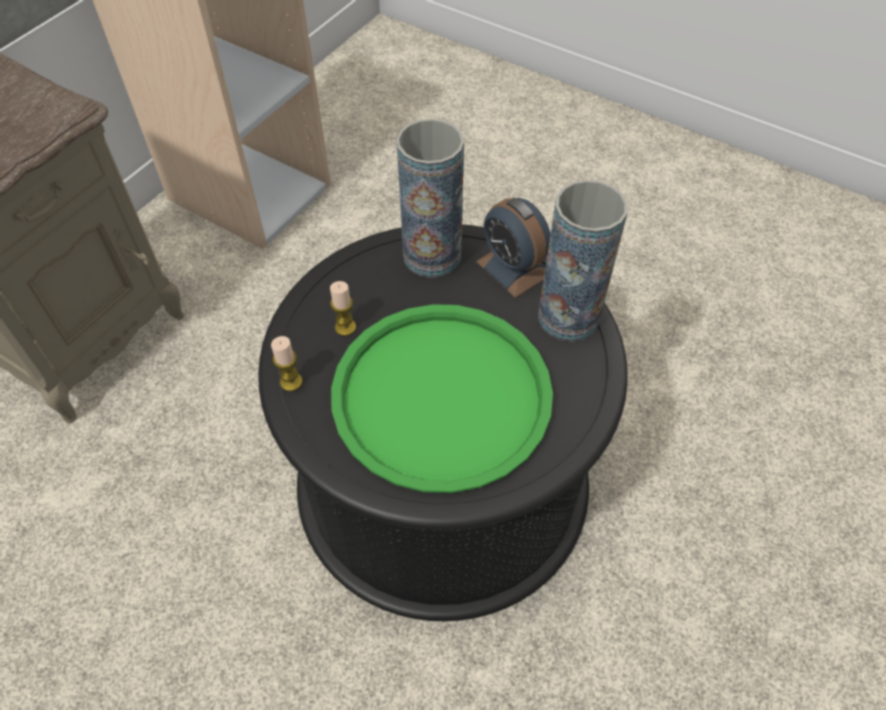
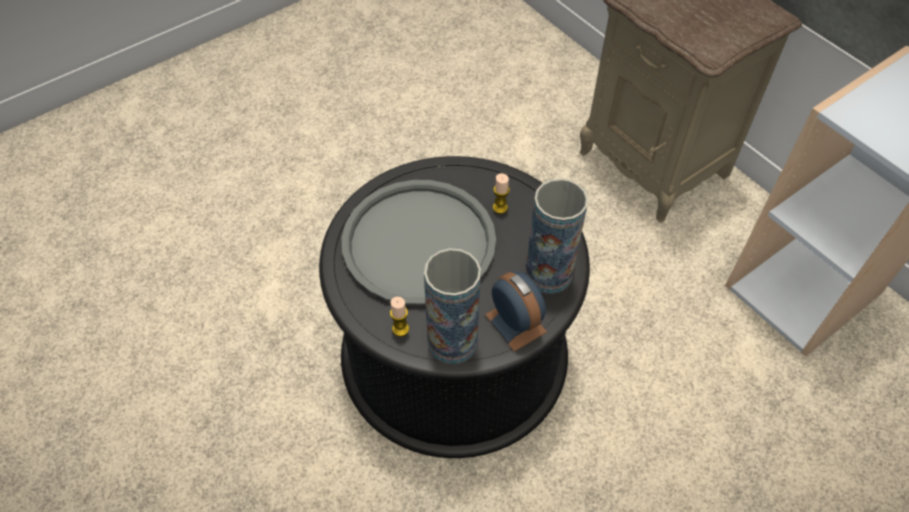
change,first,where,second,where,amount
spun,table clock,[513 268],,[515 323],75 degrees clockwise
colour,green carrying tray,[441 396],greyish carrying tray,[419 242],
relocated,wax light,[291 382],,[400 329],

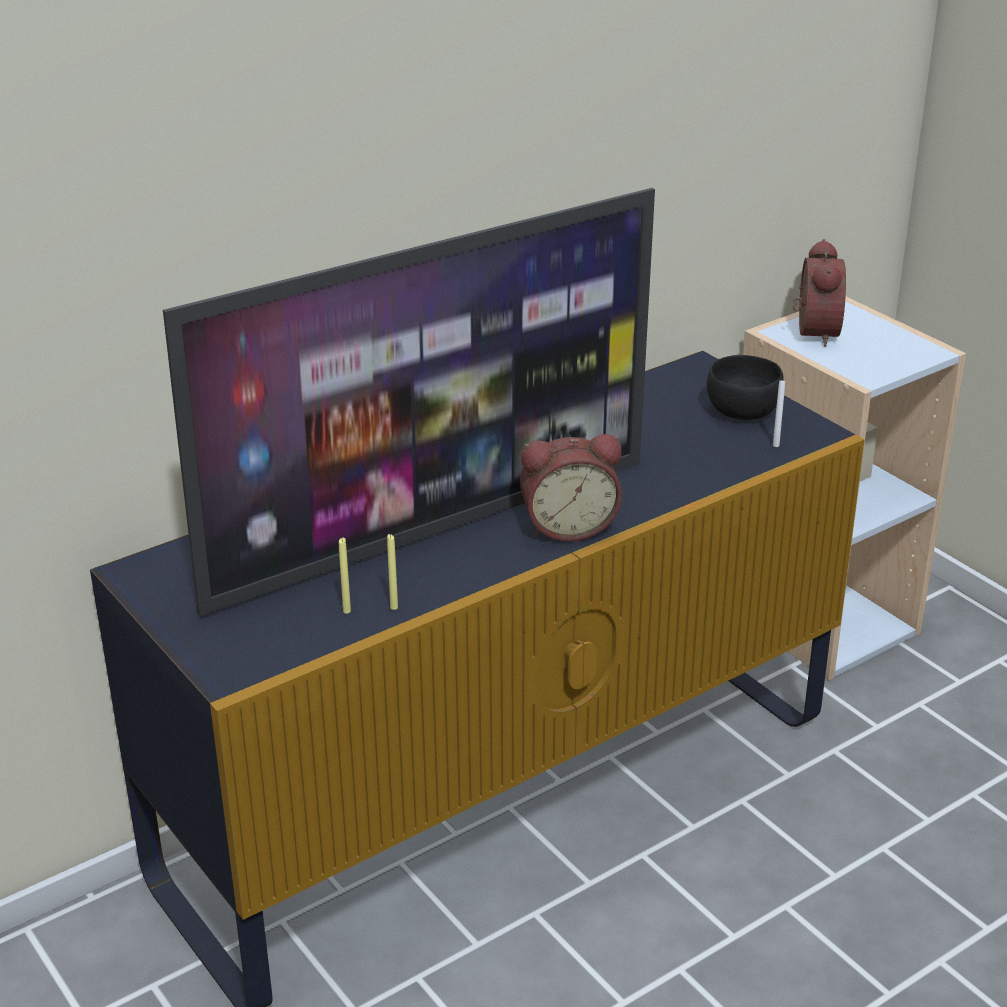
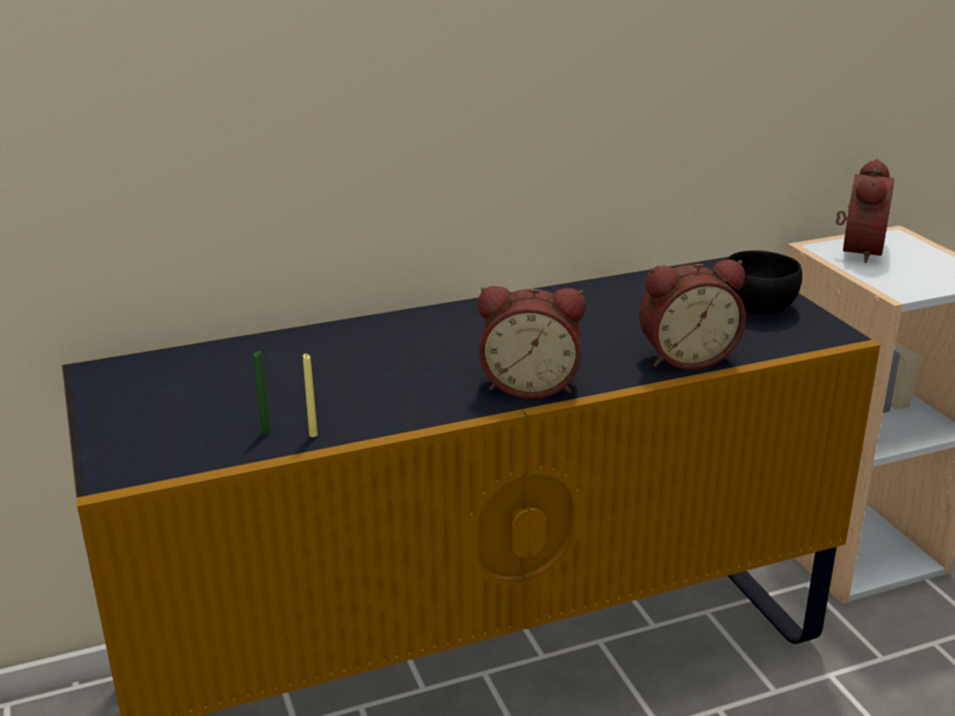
change,first,where,second,where,amount
missing,TV,[431 530],,,
missing,whitish wax light,[776 445],,,
colour,yellow-coloured wax light,[346 611],green wax light,[265 432],
appeared,,,table clock,[685 357],

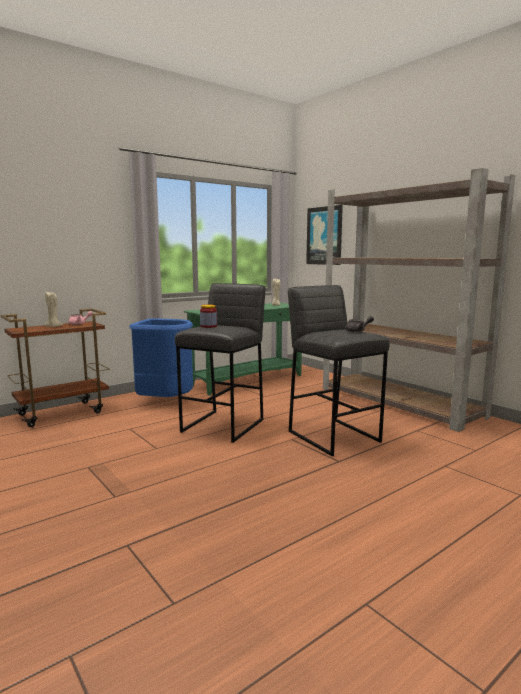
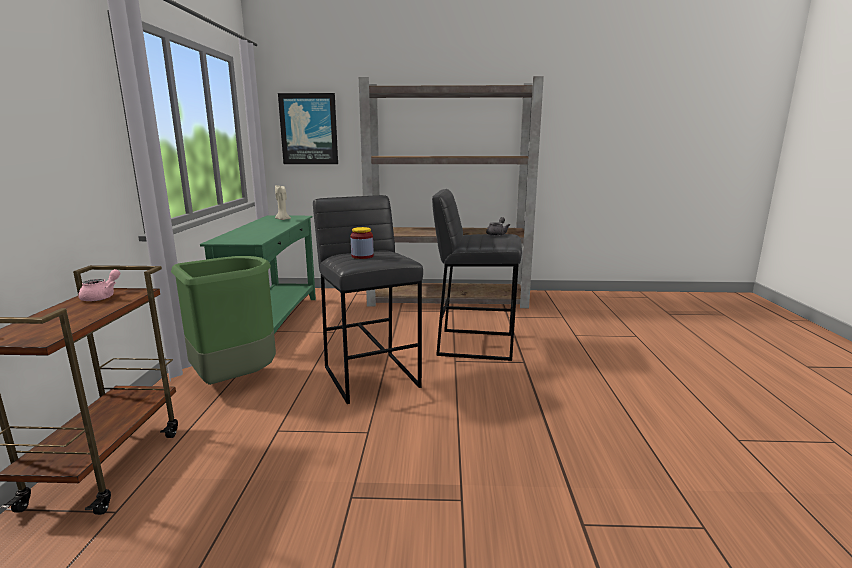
change,first,where,second,where,amount
missing,beige-coloured wax light,[53 326],,,
colour,blue-coloured waste bin,[165 401],green waste bin,[234 380],

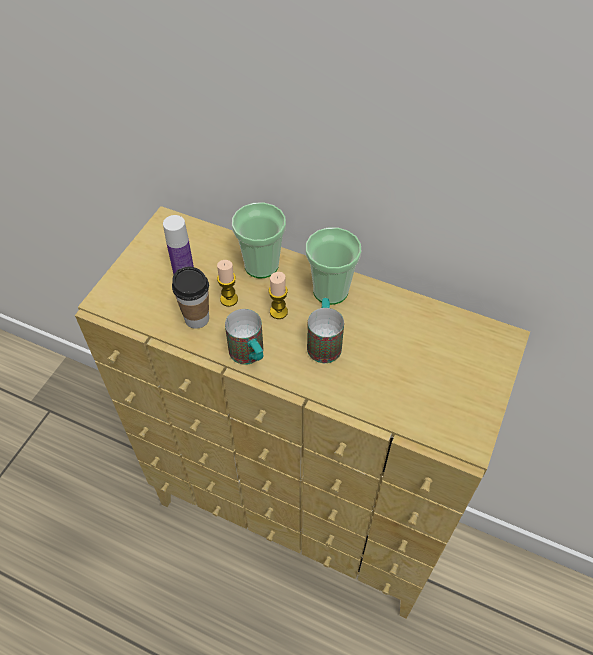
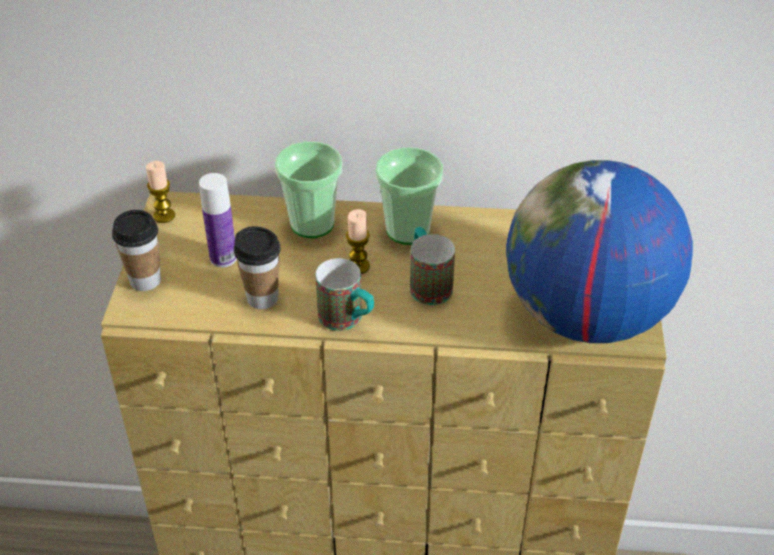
change,first,where,second,where,amount
relocated,wax light,[229 299],,[164 216],
appeared,,,world globe,[585 316],
appeared,,,drinking cup,[145 280],

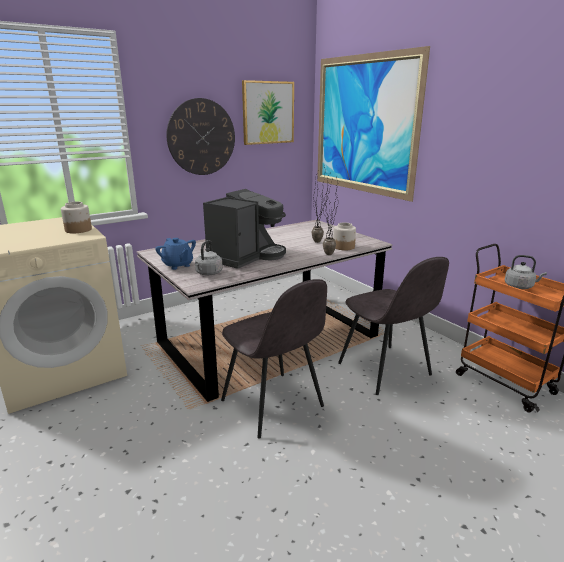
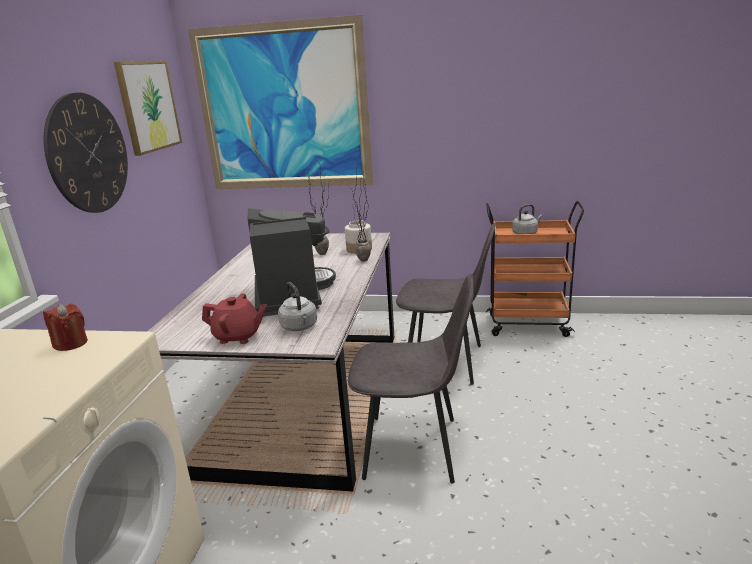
change,first,where,second,where,amount
exchanged,preserve jar,[78 230],reddish wax light,[71 344],
colour,blue-coloured pot for tea,[177 265],reddish pot for tea,[238 337],

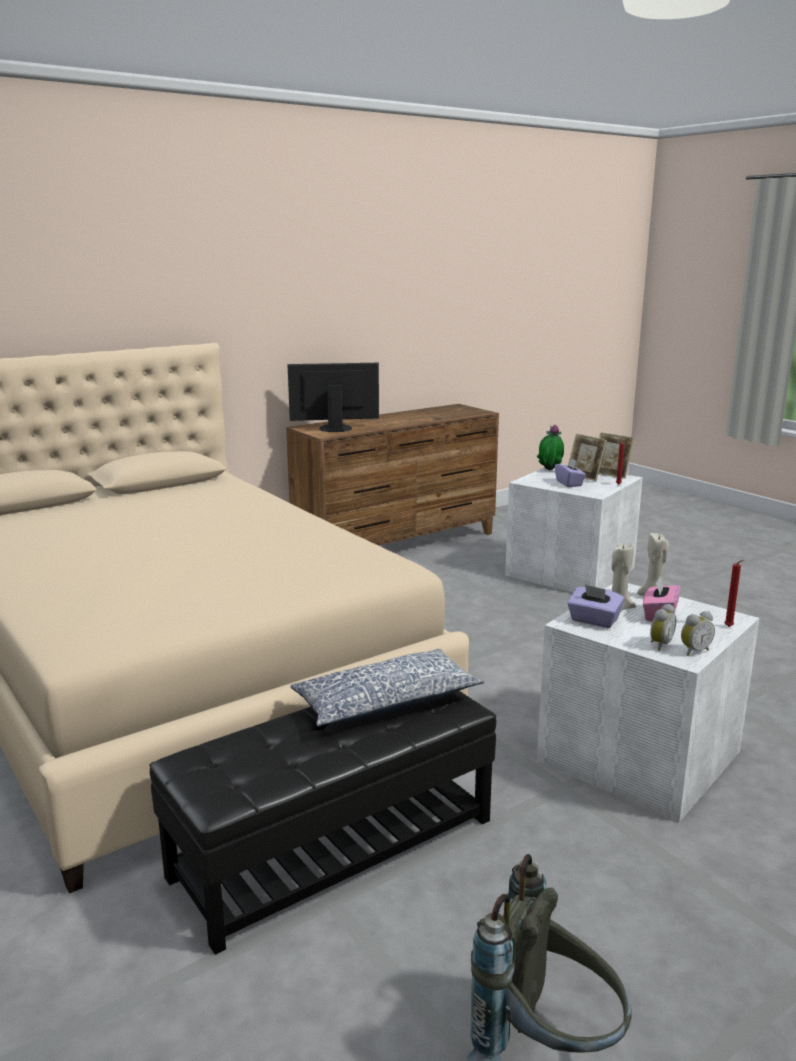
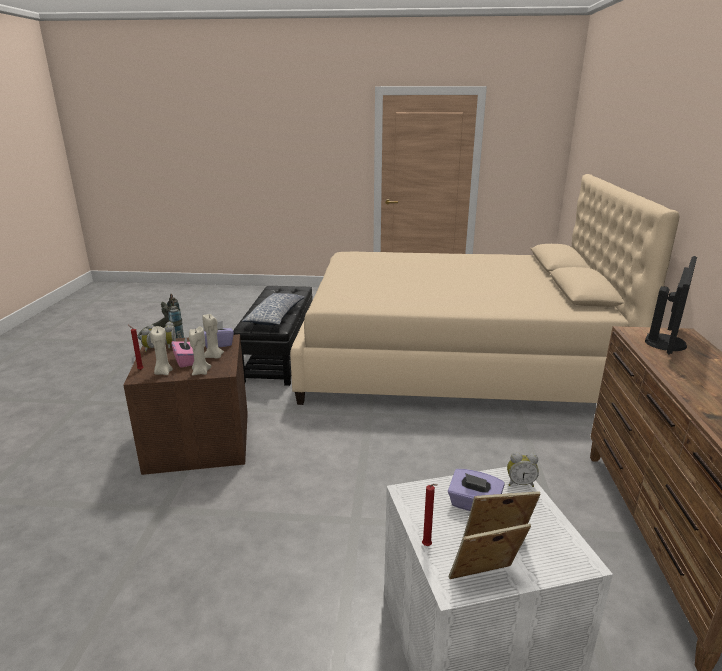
change,first,where,second,where,amount
missing,plant in a pot,[549 470],,,
colour,whitish storage container,[642 755],brownish storage container,[197 441],
appeared,,,beige-coloured wax light,[163 372],
appeared,,,table clock,[520 483],

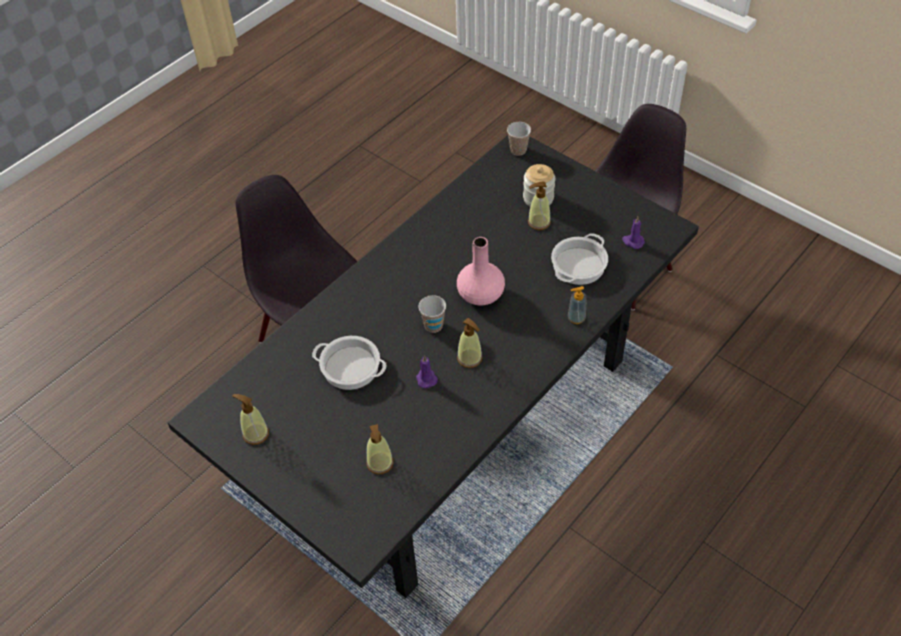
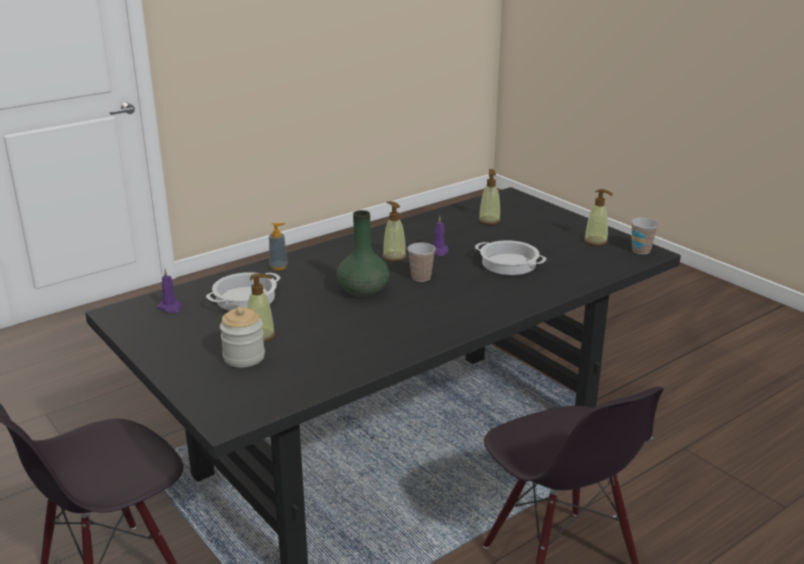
change,first,where,second,where,amount
relocated,drinking cup,[518 150],,[641 250],
colour,pink-coloured flower vase,[481 295],green flower vase,[362 291],

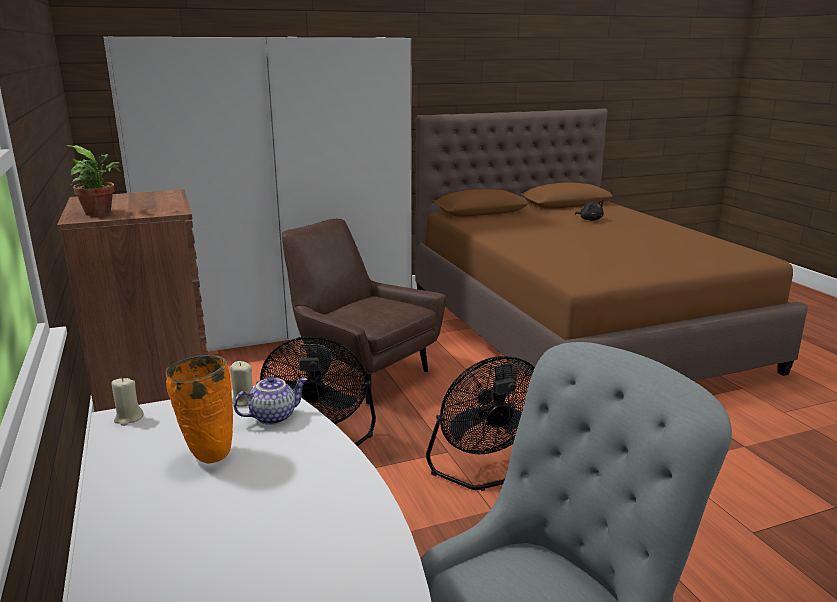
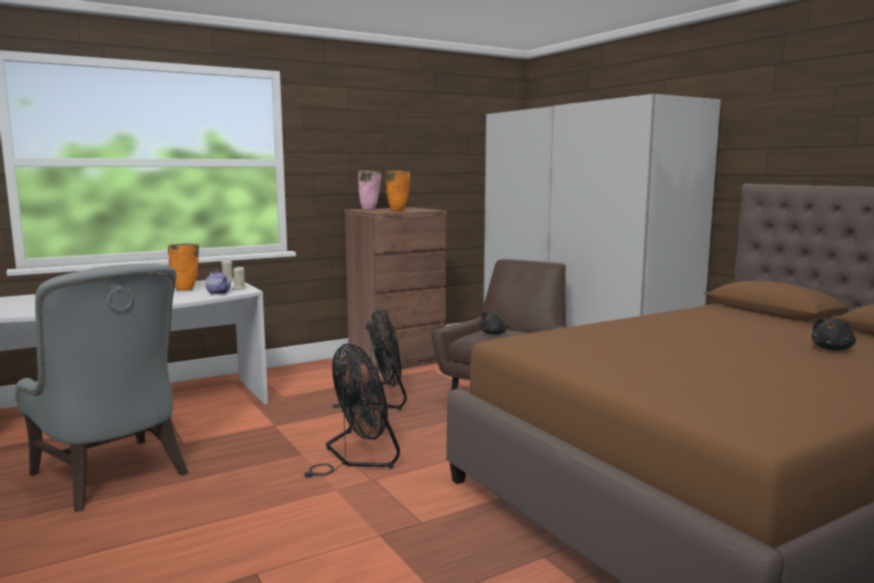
change,first,where,second,where,amount
exchanged,plant in a pot,[101 213],pink-coloured flower vase,[369 209],
appeared,,,orangey flower vase,[397 211],
appeared,,,black soft toy,[494 334],

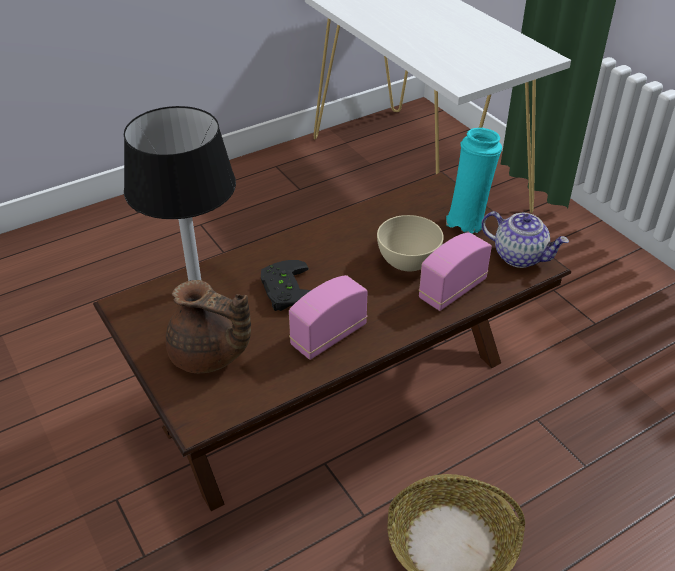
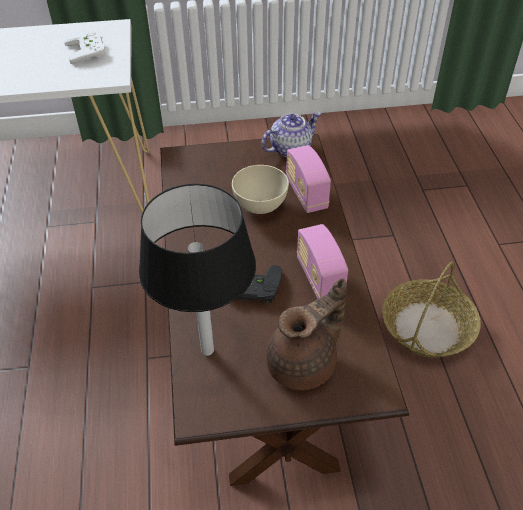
change,first,where,second,where,amount
missing,blue-green flower vase,[467 221],,,
appeared,,,whitish gamepad,[89 51],

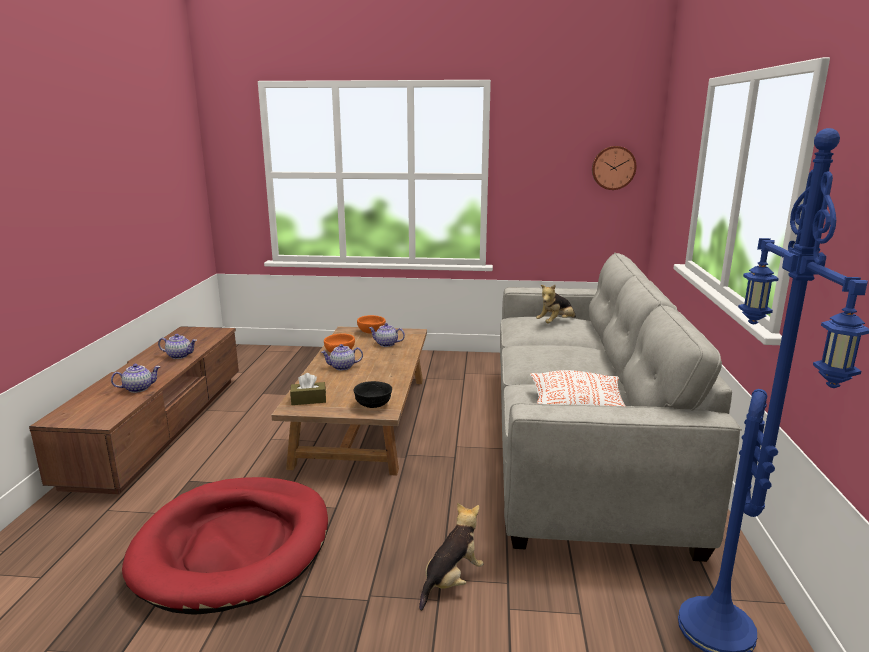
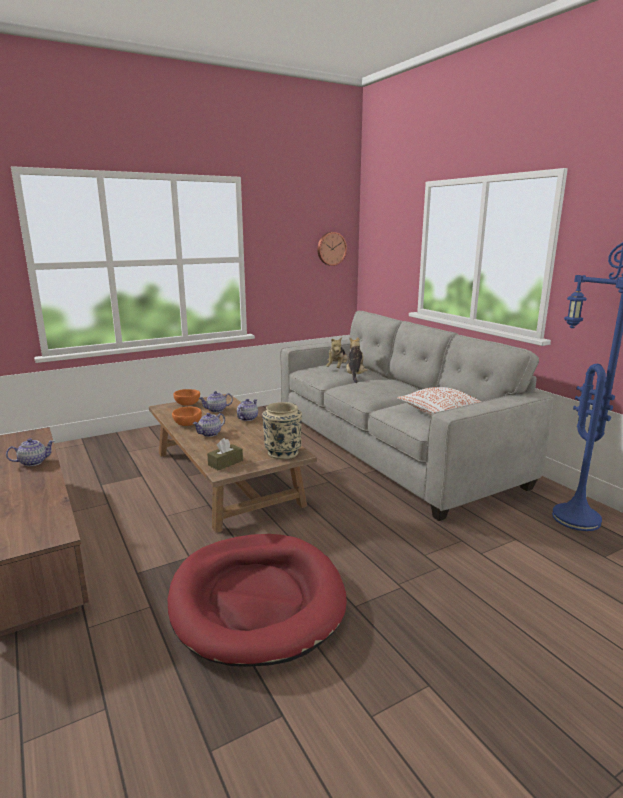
change,first,where,second,where,amount
relocated,pot for tea,[138 388],,[247 418],
exchanged,black bowl,[372 405],beige-coloured flower vase,[282 452],
relocated,soft toy,[451 581],,[355 376],

